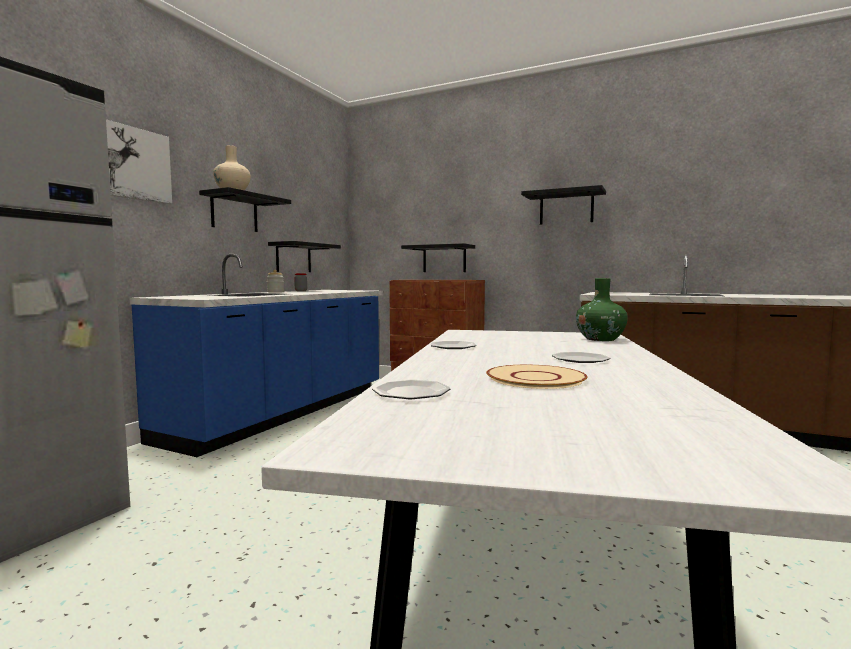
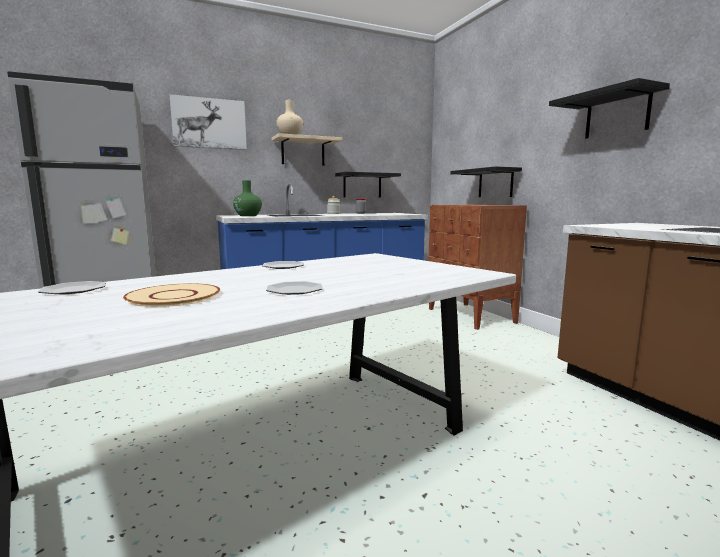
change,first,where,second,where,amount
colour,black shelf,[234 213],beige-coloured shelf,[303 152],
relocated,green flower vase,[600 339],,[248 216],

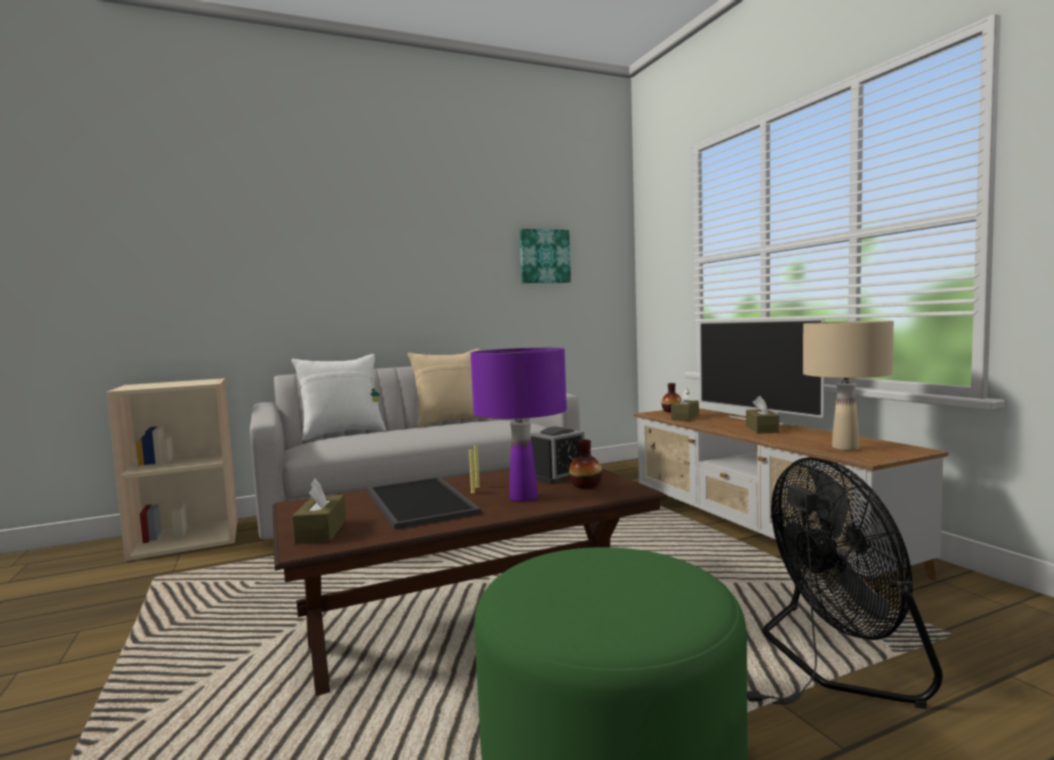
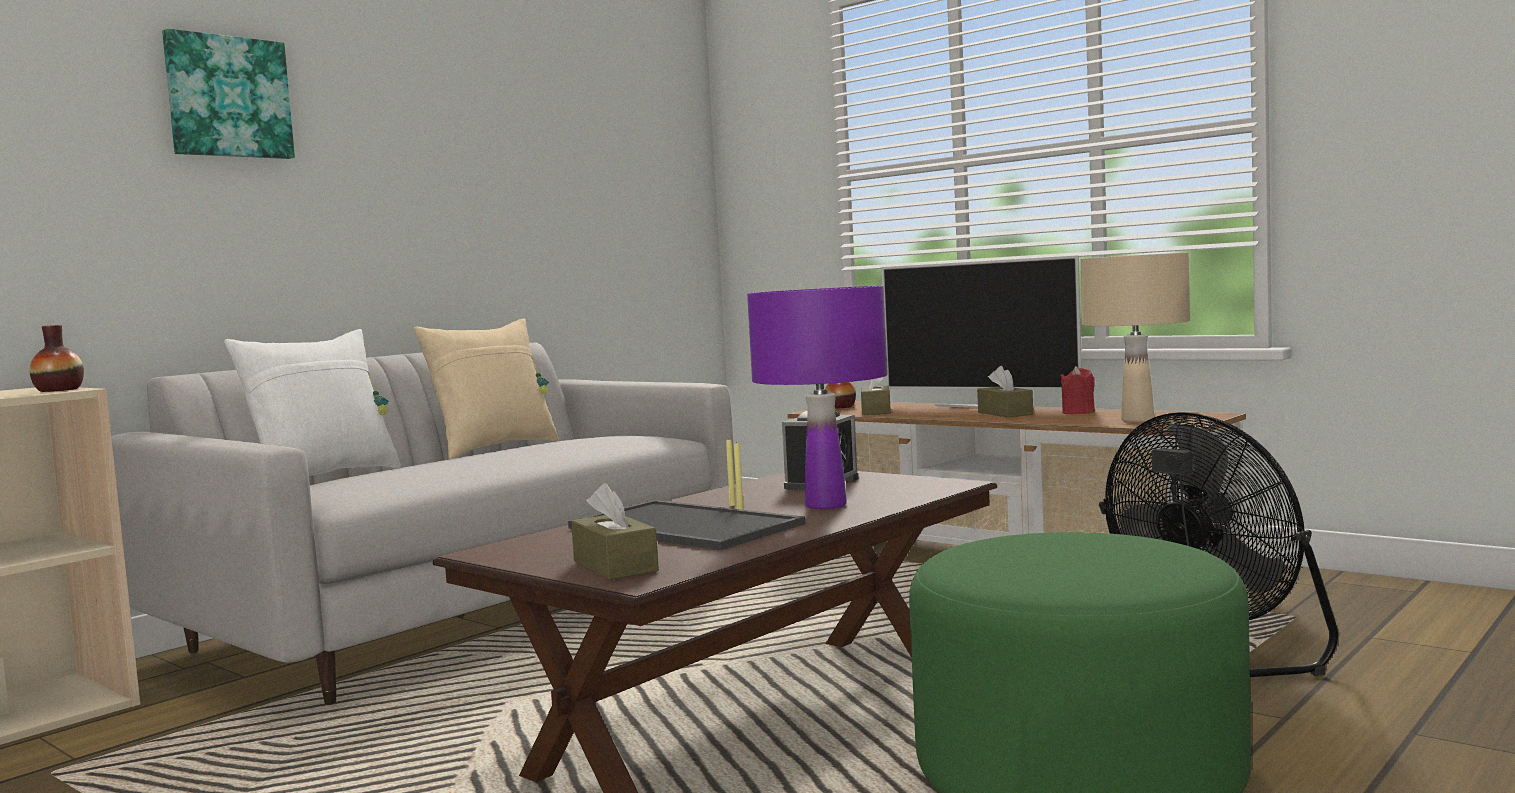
change,first,where,second,where,amount
relocated,picture,[544 256],,[228 97],
relocated,flower vase,[586 485],,[59 390],
appeared,,,reddish wax light,[1078 412],

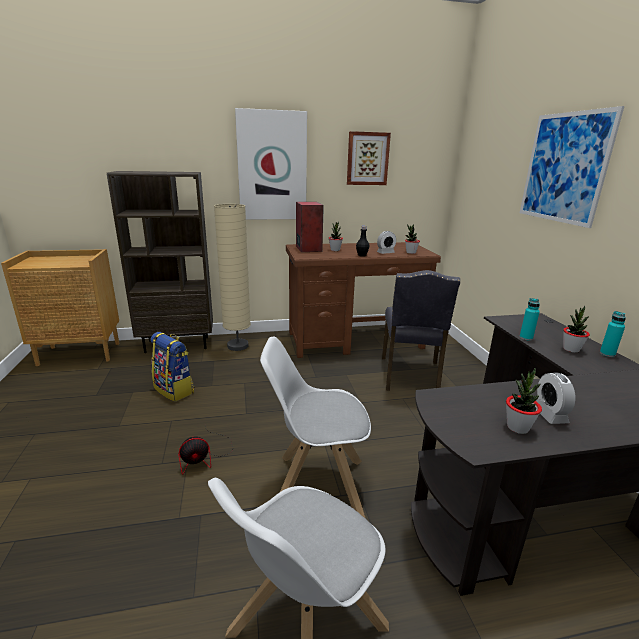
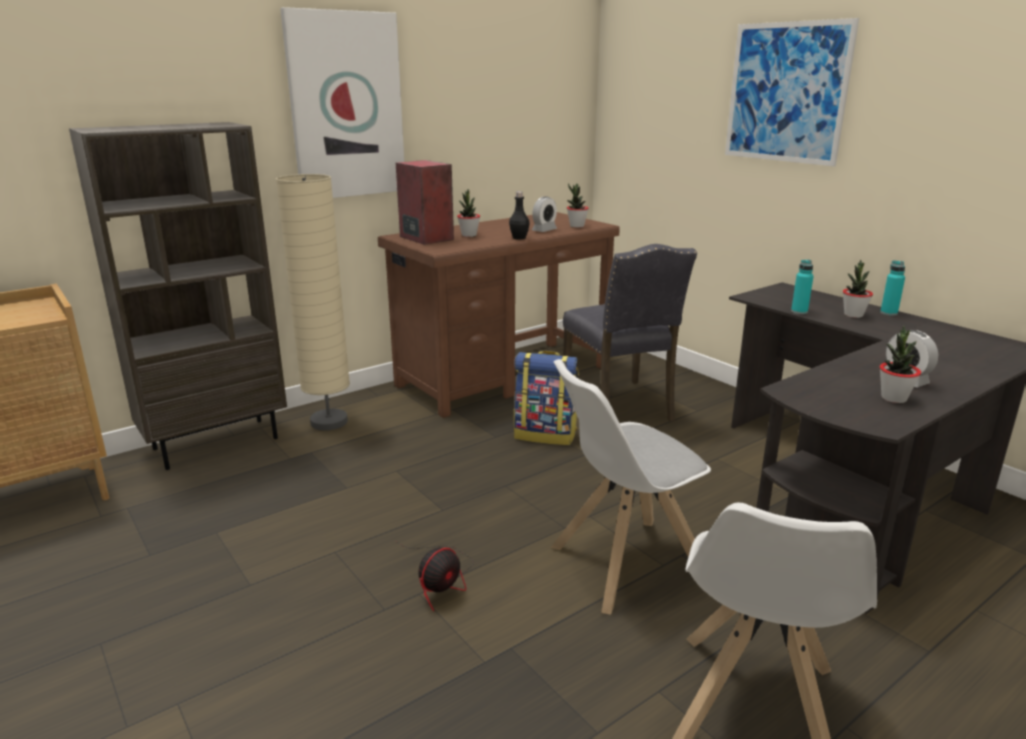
change,first,where,second,where,amount
missing,picture,[367 159],,,
relocated,knapsack,[175 390],,[546 434],

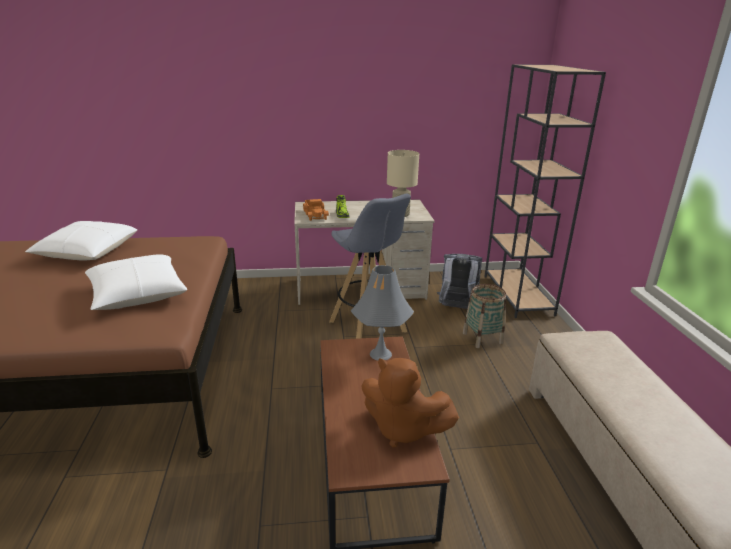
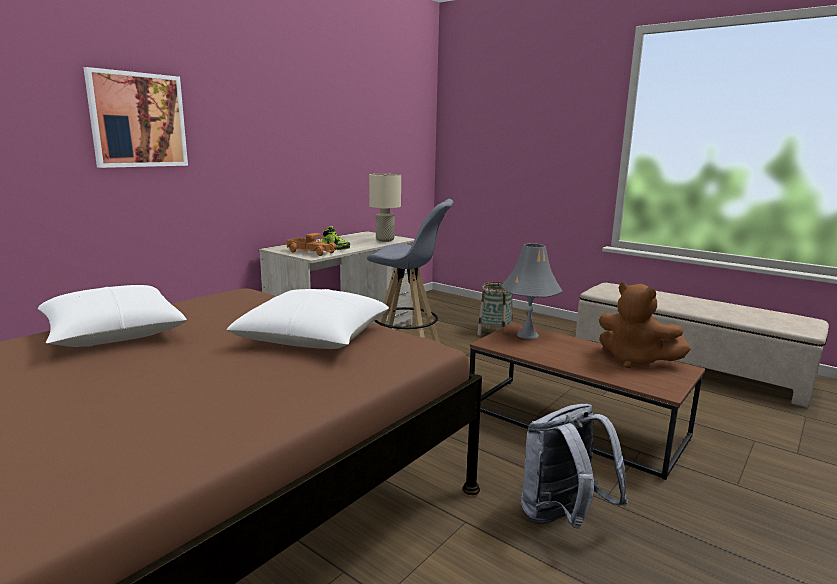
change,first,where,second,where,amount
missing,shelving unit,[518 295],,,
relocated,greyish knapsack,[457 308],,[562 519],
spun,brownish soft toy,[402 429],,[635 360],60 degrees clockwise
appeared,,,picture,[138 120],

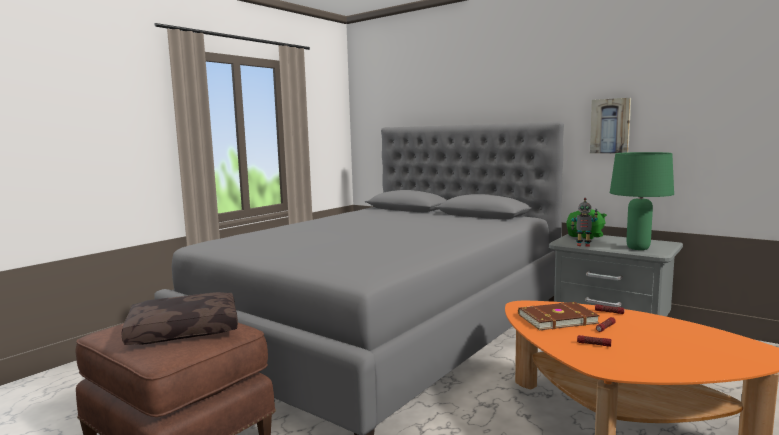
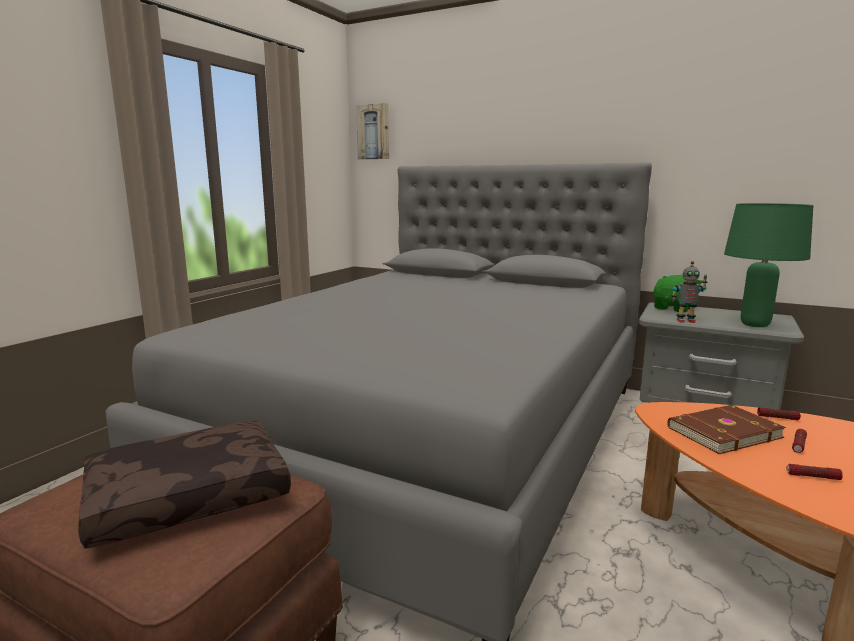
change,first,where,second,where,amount
relocated,picture,[610 126],,[374 132],

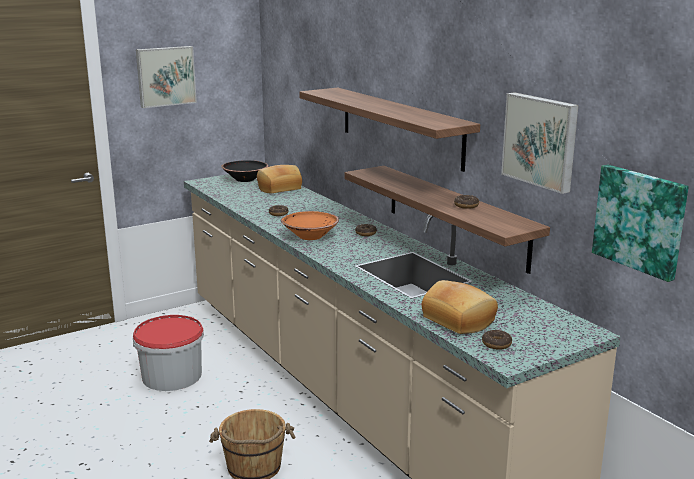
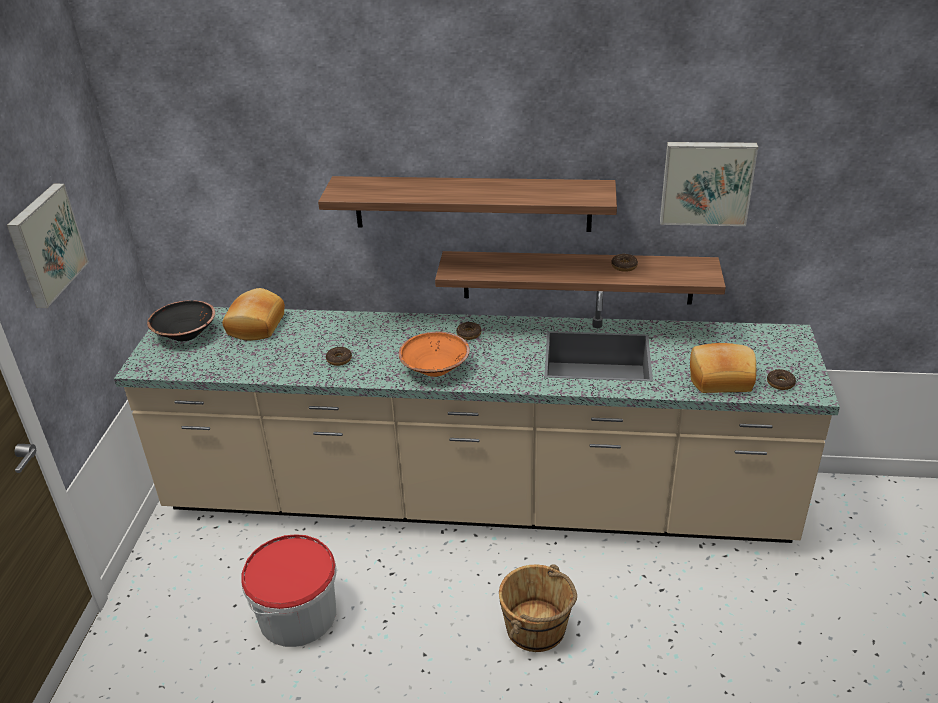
change,first,where,second,where,amount
missing,picture,[640 220],,,

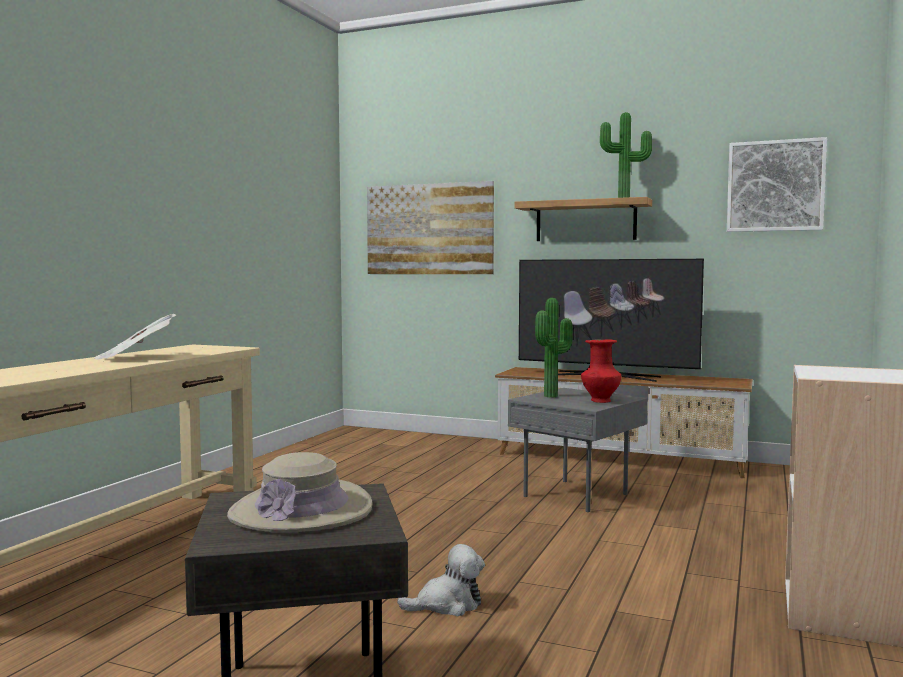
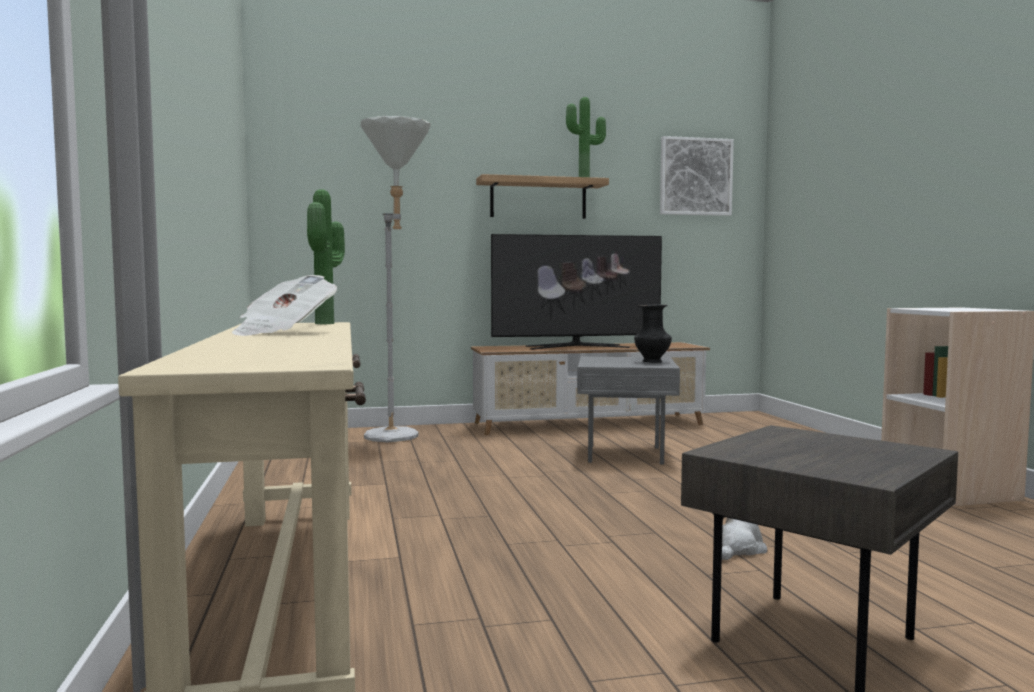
change,first,where,second,where,amount
missing,picture,[429 229],,,
relocated,plant in a pot,[553 396],,[328 323],
colour,reddish flower vase,[600 401],black flower vase,[652 362],
missing,beige-coloured wearable hat,[301 510],,,
appeared,,,greyish floor lamp,[397 439],

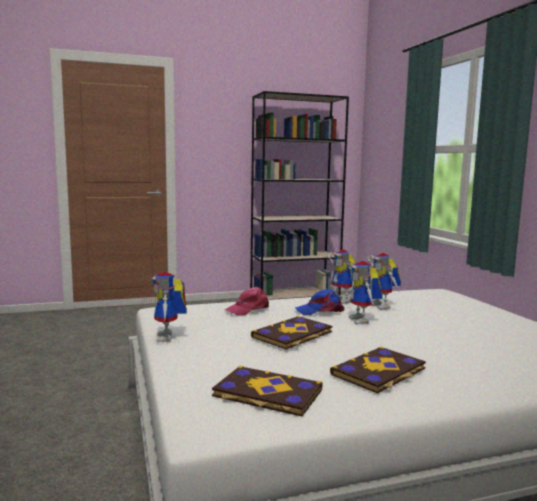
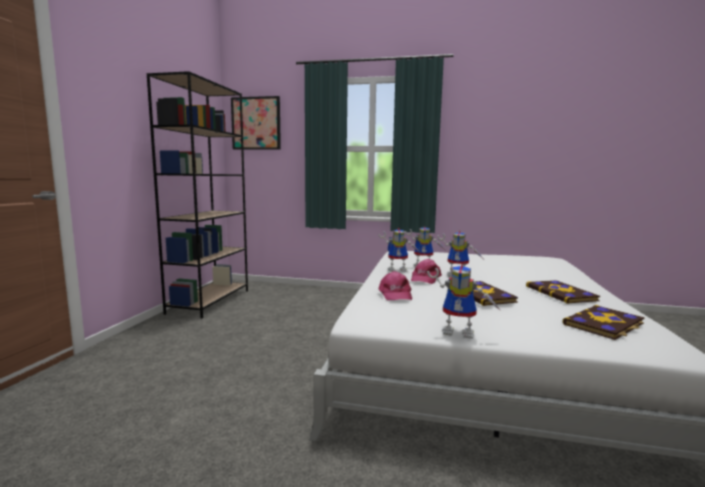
change,first,where,second,where,amount
colour,blue-coloured peaked cap,[320 311],pink-coloured peaked cap,[425 278],
appeared,,,picture,[256 123],

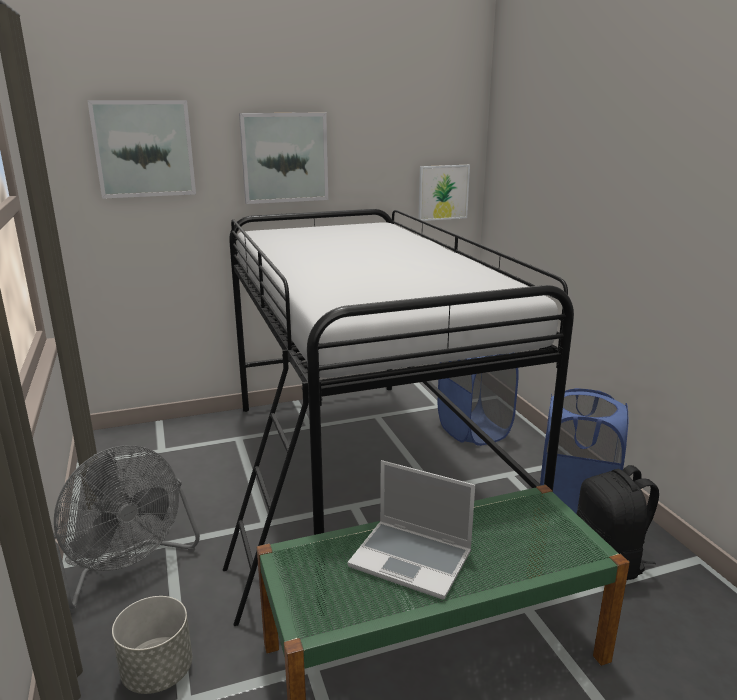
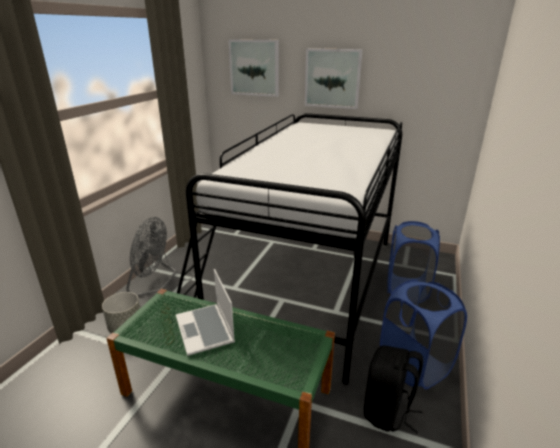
change,first,where,second,where,amount
missing,picture,[443 192],,,
spun,greyish fan,[120 568],,[162 279],105 degrees clockwise

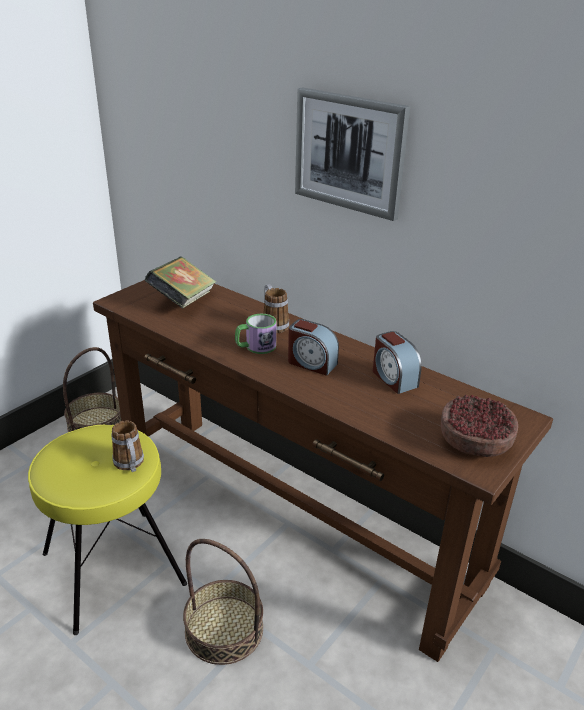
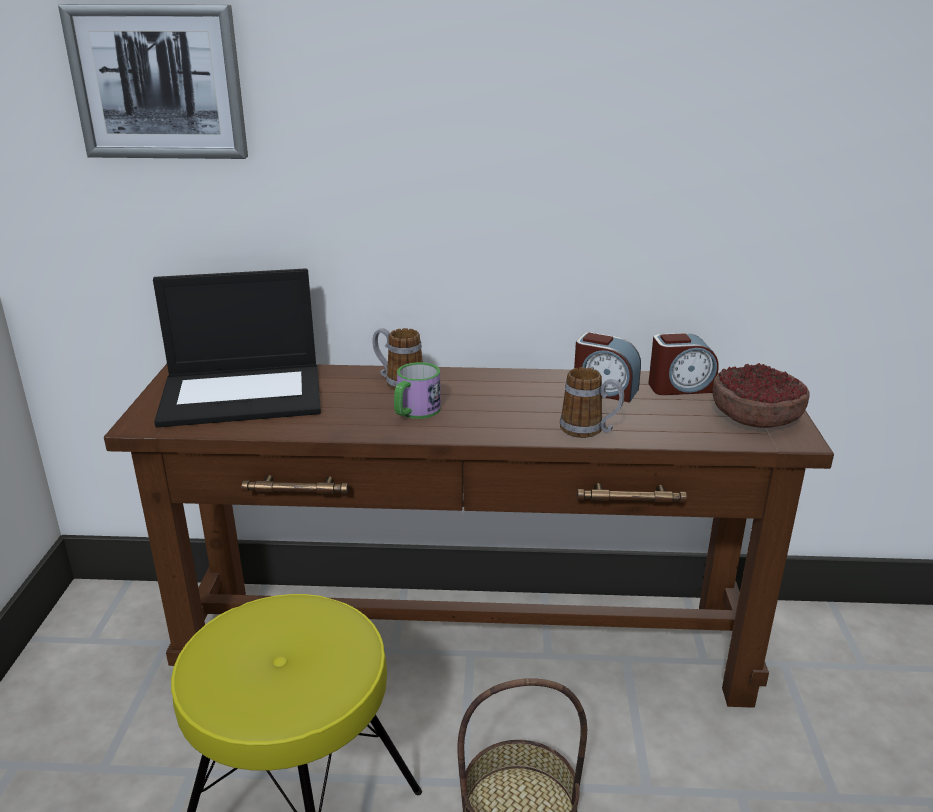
change,first,where,second,where,amount
relocated,picture,[350 152],,[158 83],
exchanged,bound book,[183 301],laptop,[244 394],
relocated,table clock,[311 363],,[680 387],
missing,household basket,[96 424],,,
relocated,coffee mug,[130 465],,[589 430],

